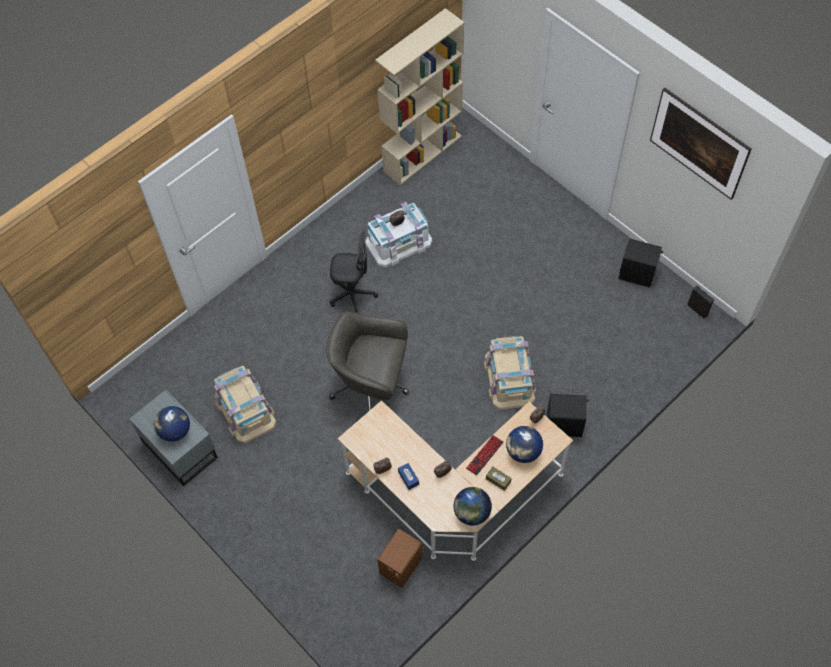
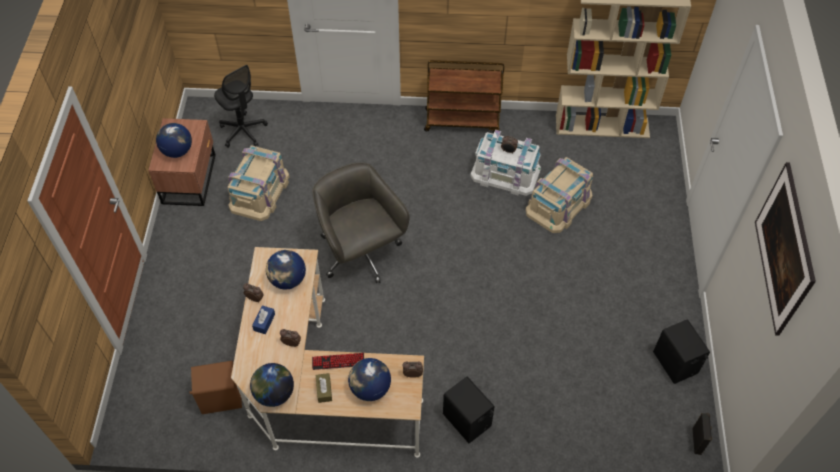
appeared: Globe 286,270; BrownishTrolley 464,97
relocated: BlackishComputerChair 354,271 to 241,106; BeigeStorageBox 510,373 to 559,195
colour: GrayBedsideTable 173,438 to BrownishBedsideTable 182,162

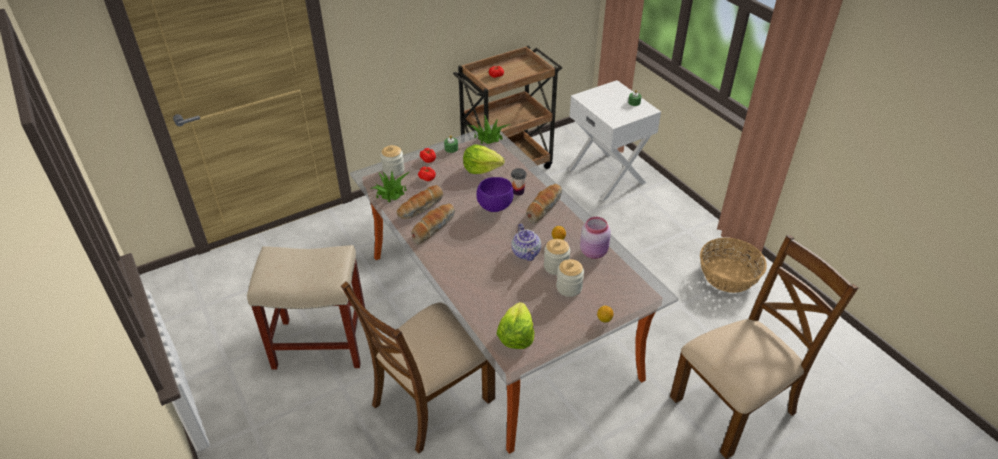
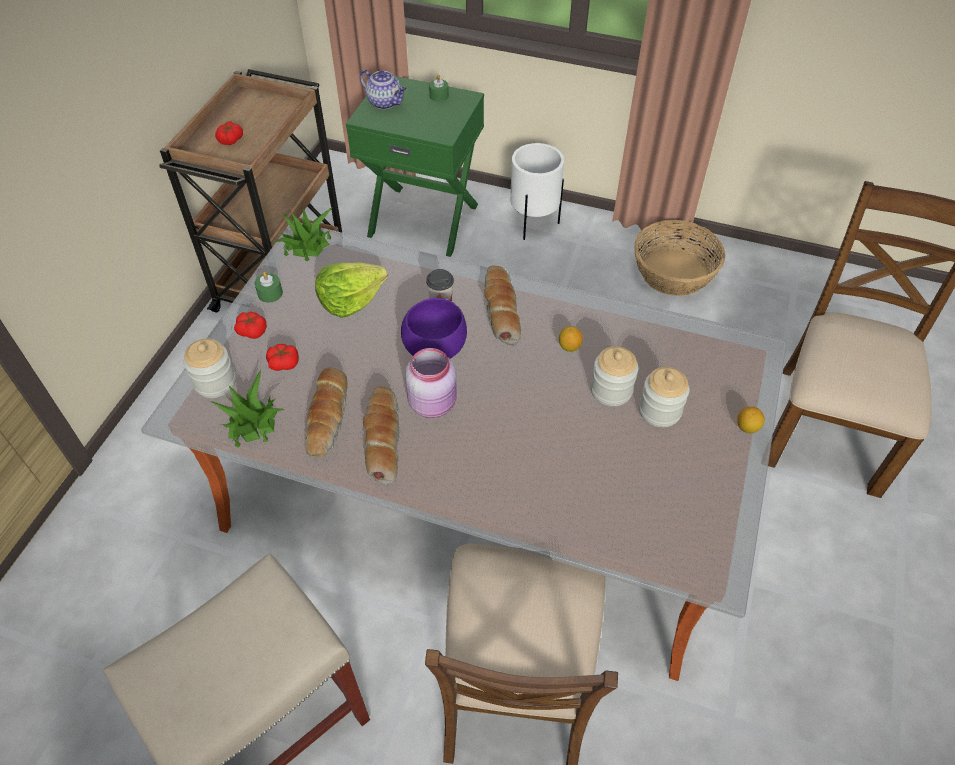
missing: Lettuce 515,325
appeared: WhiteColouredPlanter 537,191
relocated: PotForTea 526,242 to 383,89; PinkColouredStorageJar 595,238 to 431,383
colour: WhiteColouredBedsideTable 614,140 to GreenBedsideTable 415,166

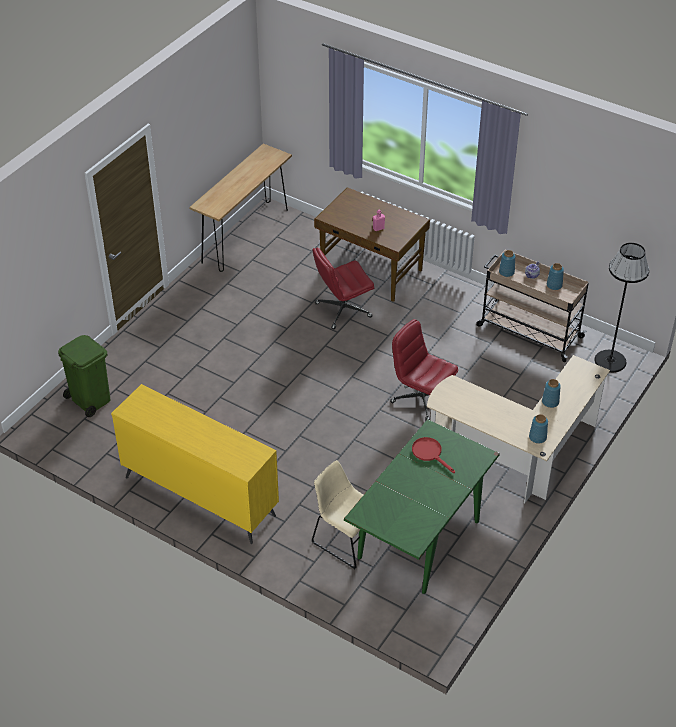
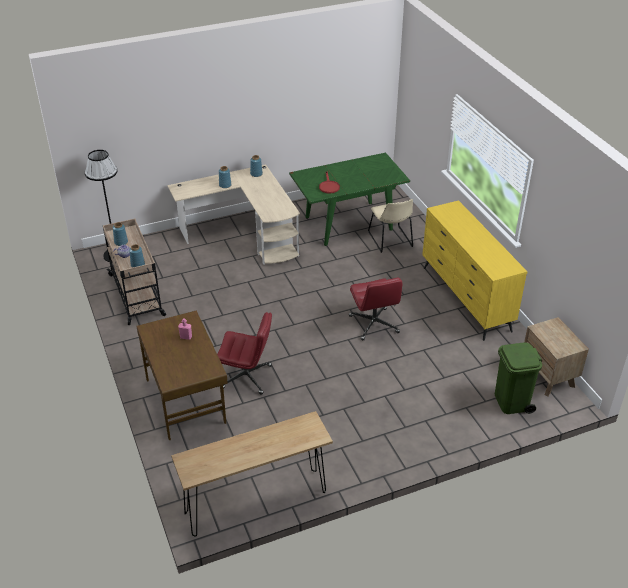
appeared: BrownishBedsideTable 556,356
relocated: RedColouredComputerChair 424,370 to 376,308

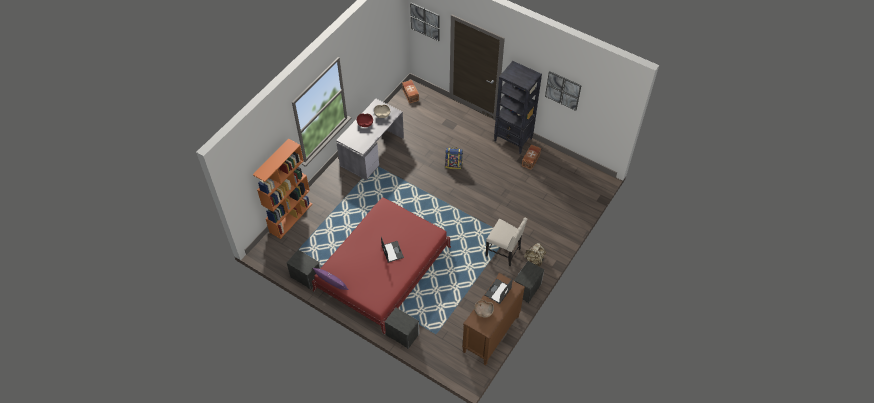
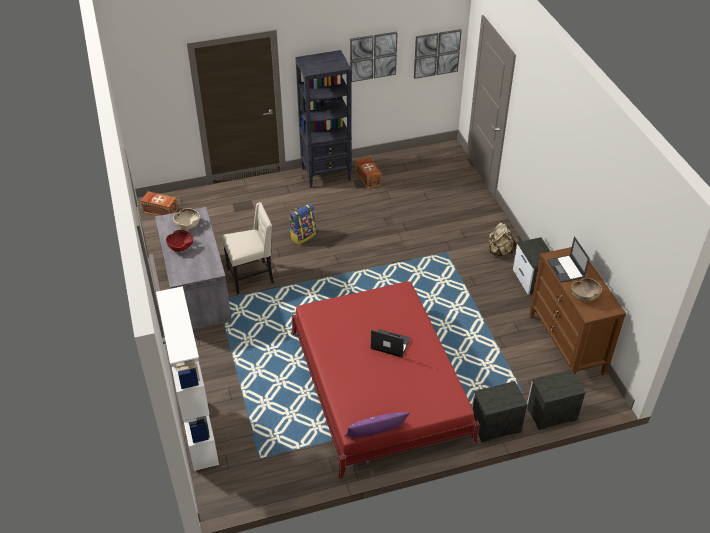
relocated: BeigeChair 506,242 to 248,248; Picture 425,21 to 438,54; BedsideTable 303,269 to 556,399
colour: OrangeColouredBookshelf 282,188 to WhiteColouredBookshelf 187,378

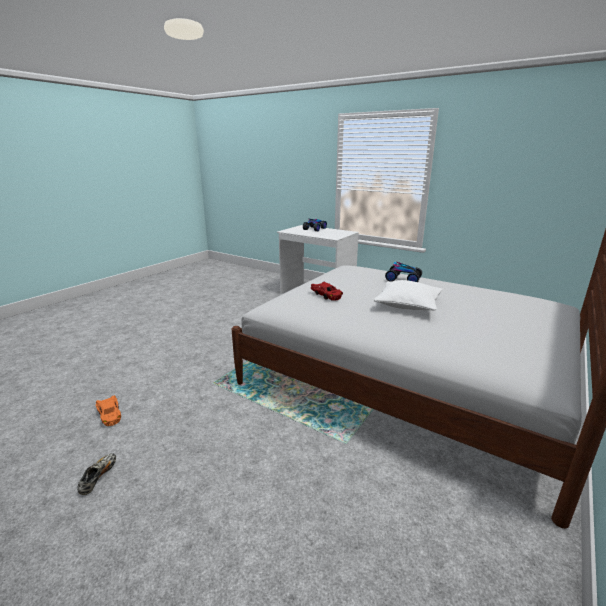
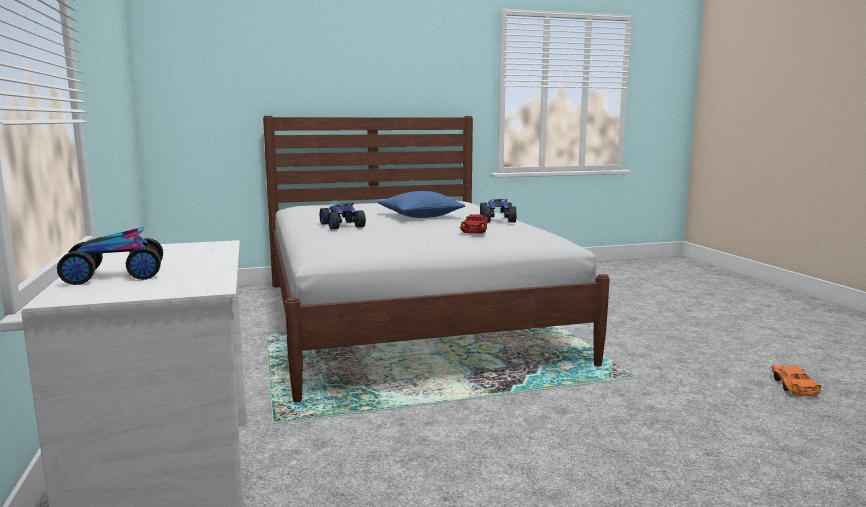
missing: ItemOfFootwear 96,474
appeared: MiniatureCar 498,211
colour: WhiteColouredPillow 408,295 to BluePillow 421,204

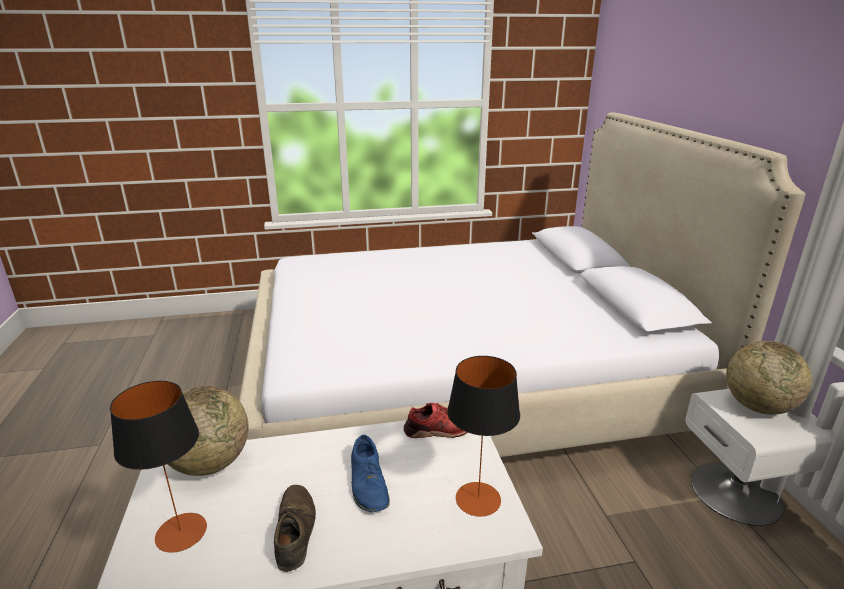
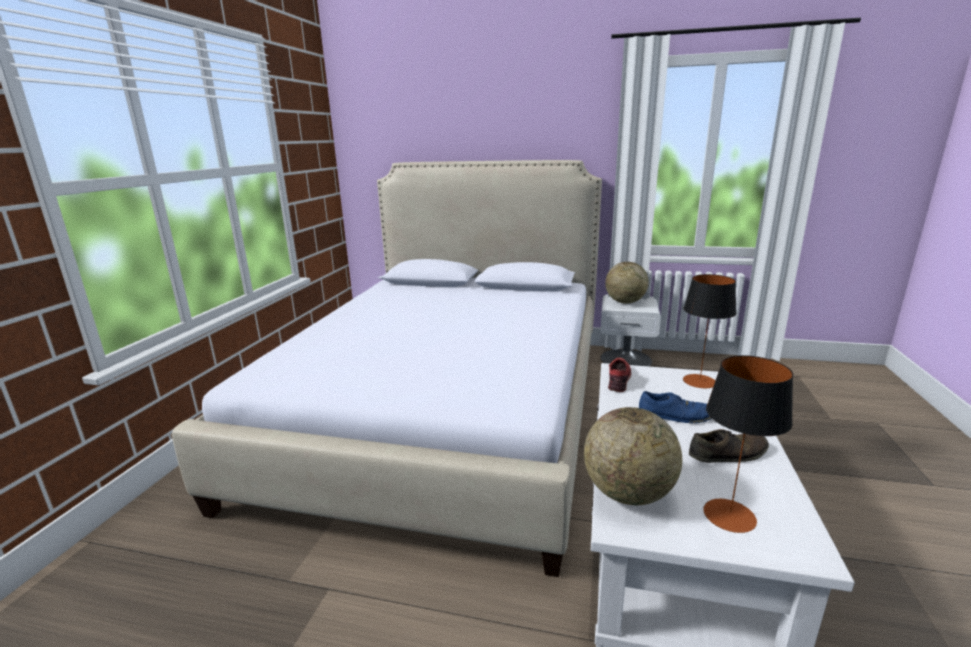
spun: BrownishItemOfFootwear 295,528 = 729,446 150 degrees clockwise

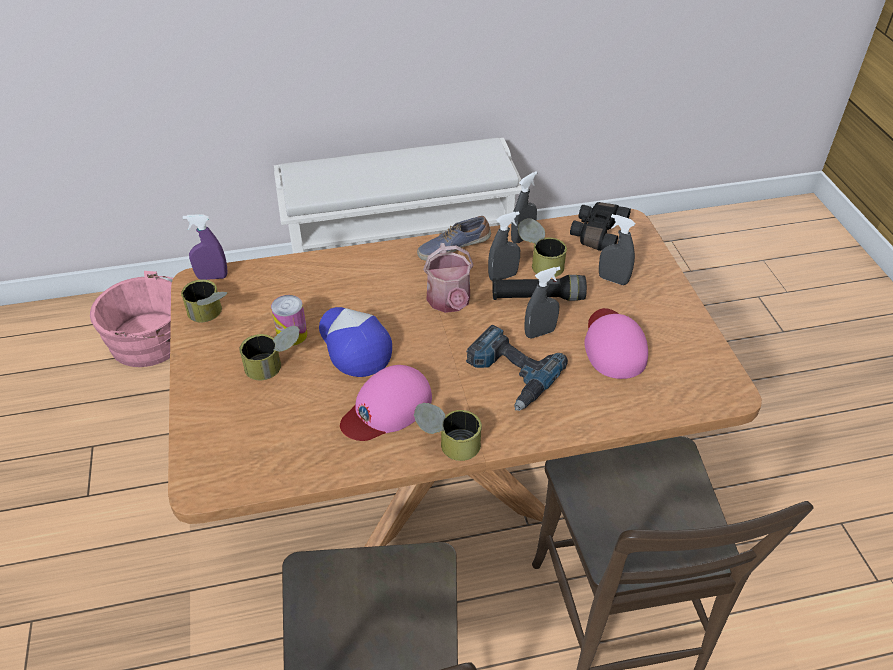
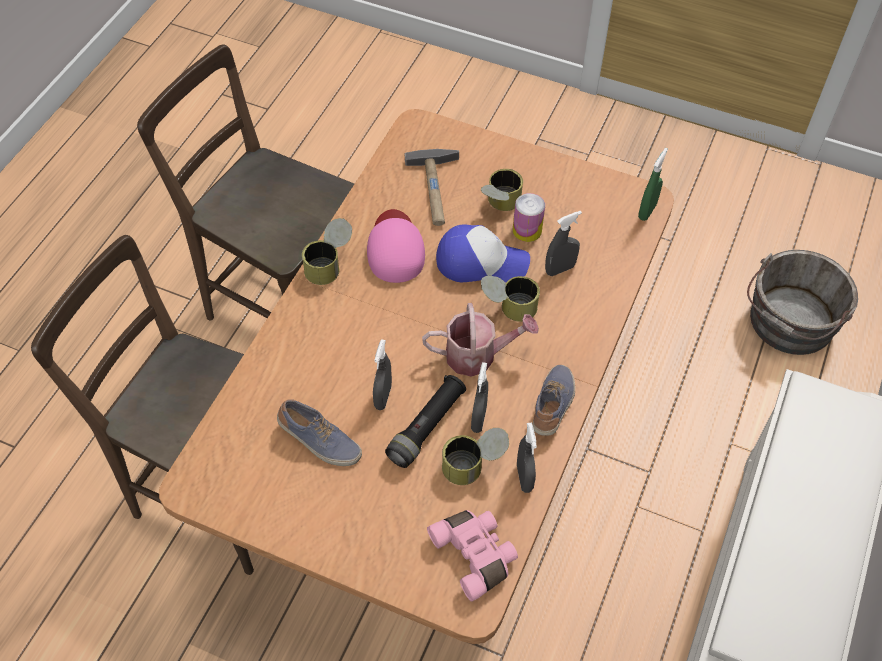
missing: Drill 517,368
appeared: Hammer 432,187
relocated: SealedCan 204,300 to 510,298; GraySprayBottle 617,249 to 563,243
exchanged: PinkColouredCap 616,343 to ItemOfFootwear 319,432
colour: BlackishFieldGlasses 600,226 to PinkColouredFieldGlasses 472,556; PurpleColouredSprayBottle 205,247 to GreenSprayBottle 653,184; PinkColouredPail 131,319 to GrayPail 802,302
spun: SprinklingCan 448,278 = 480,340 150 degrees clockwise

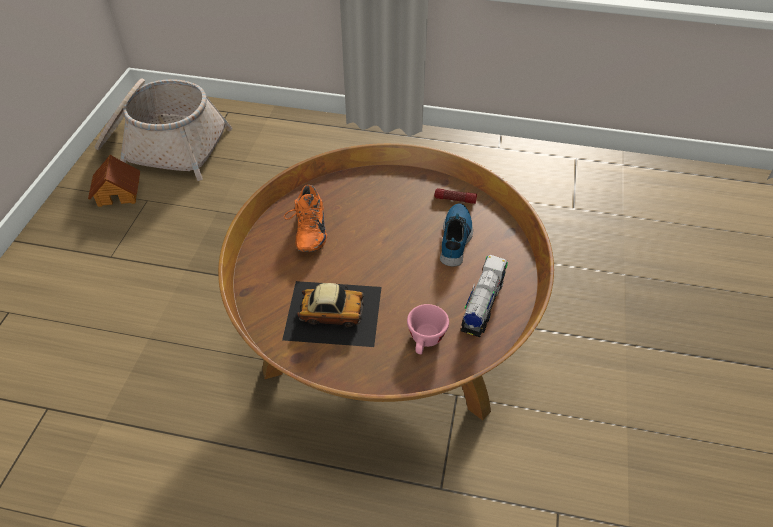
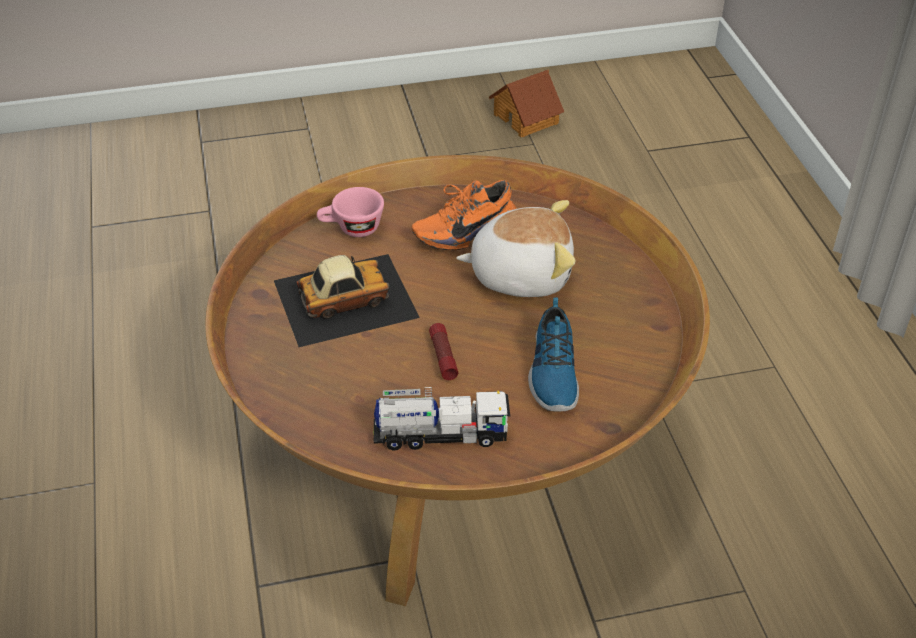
missing: Basket 163,129
appeared: SoftToy 515,248
relocated: PinkColouredCup 428,329 to 350,212; Torch 455,196 to 443,351
spun: MiniatureCar 332,314 = 347,300 90 degrees counterclockwise; ItemOfFootwear 456,235 = 553,354 105 degrees clockwise

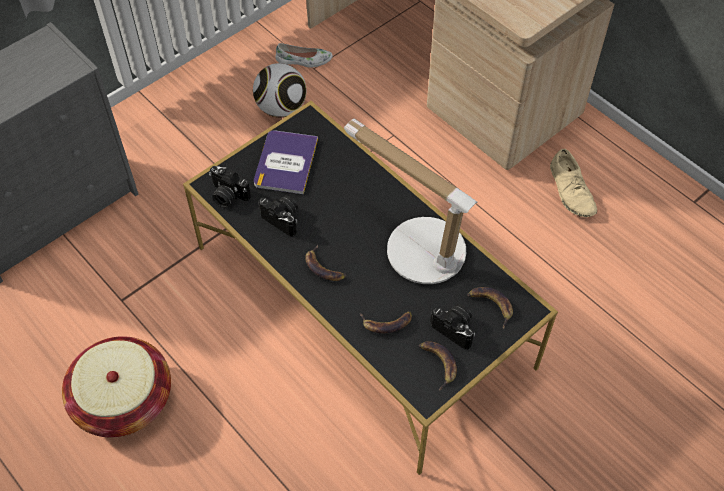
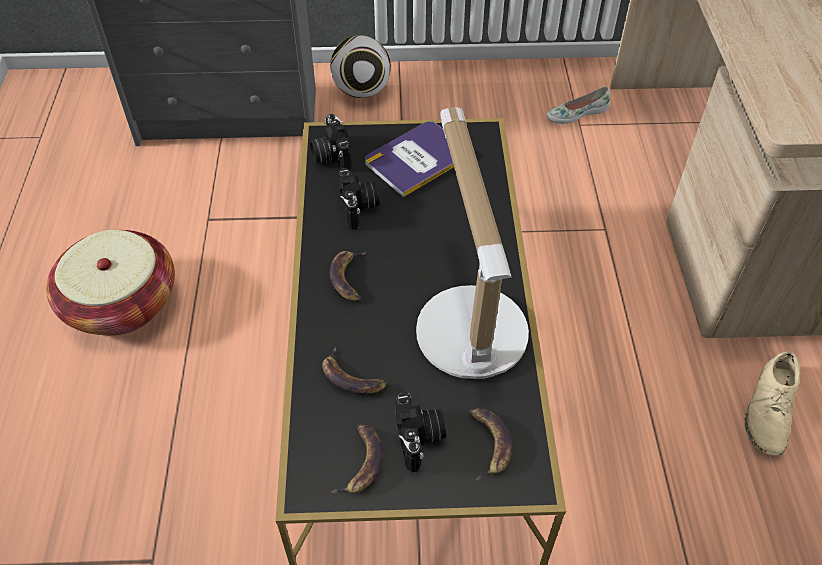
relocated: FootballBall 279,90 to 360,67
spun: WhiteColouredItemOfFootwear 304,55 = 578,105 120 degrees clockwise

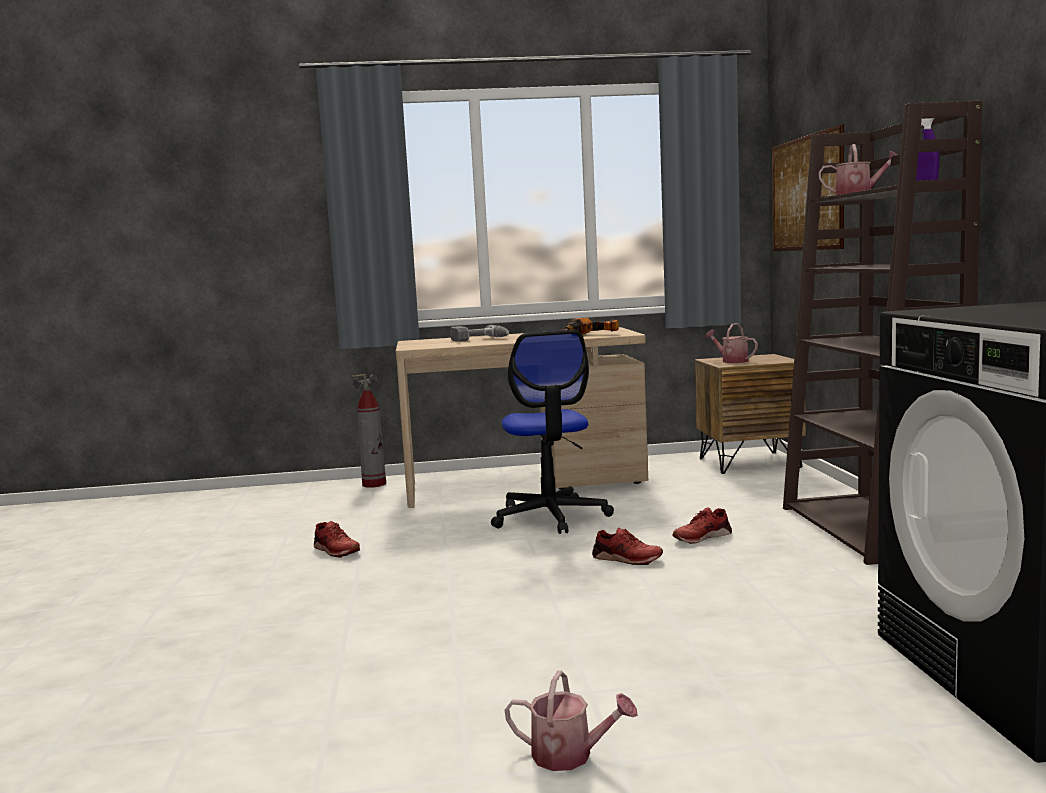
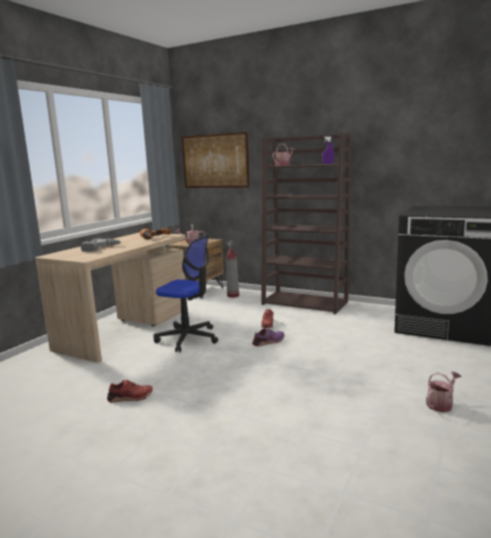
relocated: FireExtinguisher 369,431 to 232,269
colour: RedColouredItemOfFootwear 627,546 to PurpleColouredItemOfFootwear 268,337

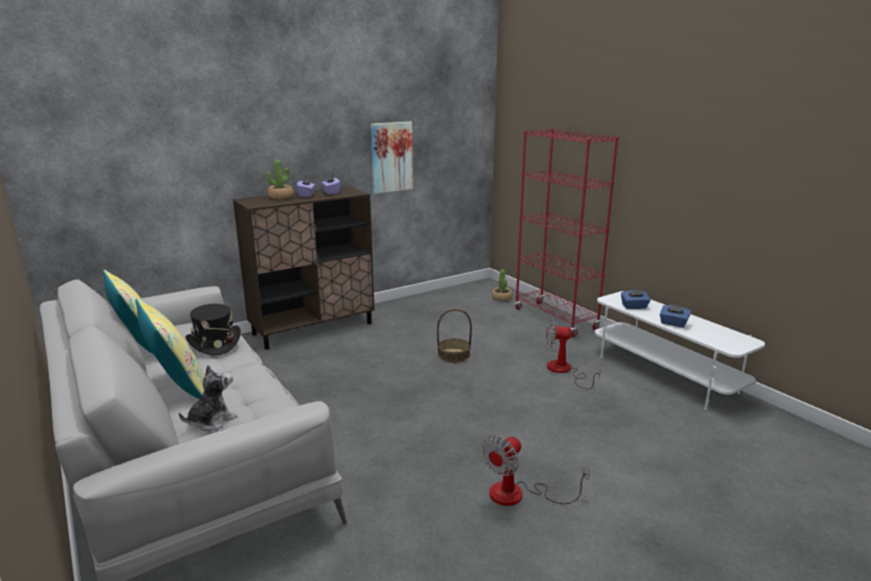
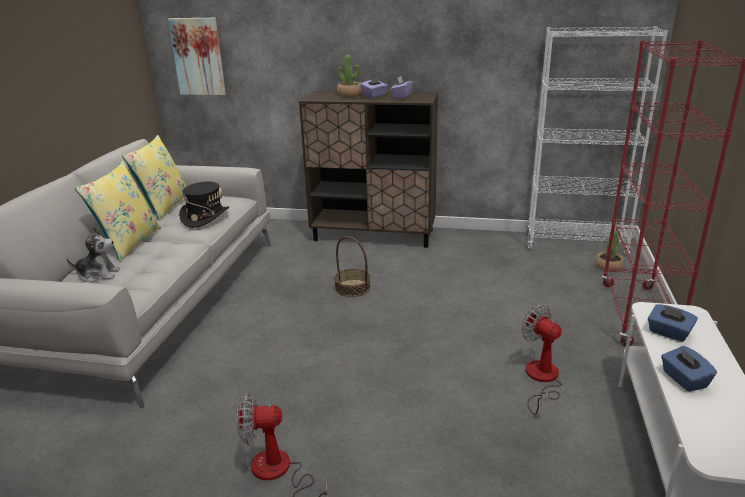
appeared: WhiteColouredBookshelf 597,140
relocated: Picture 392,158 to 197,56; Basket 454,336 to 352,267

